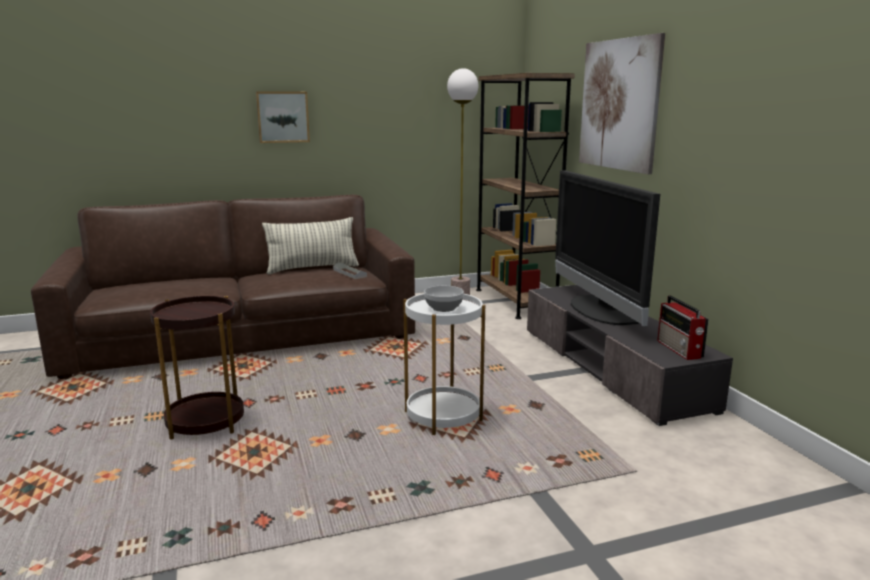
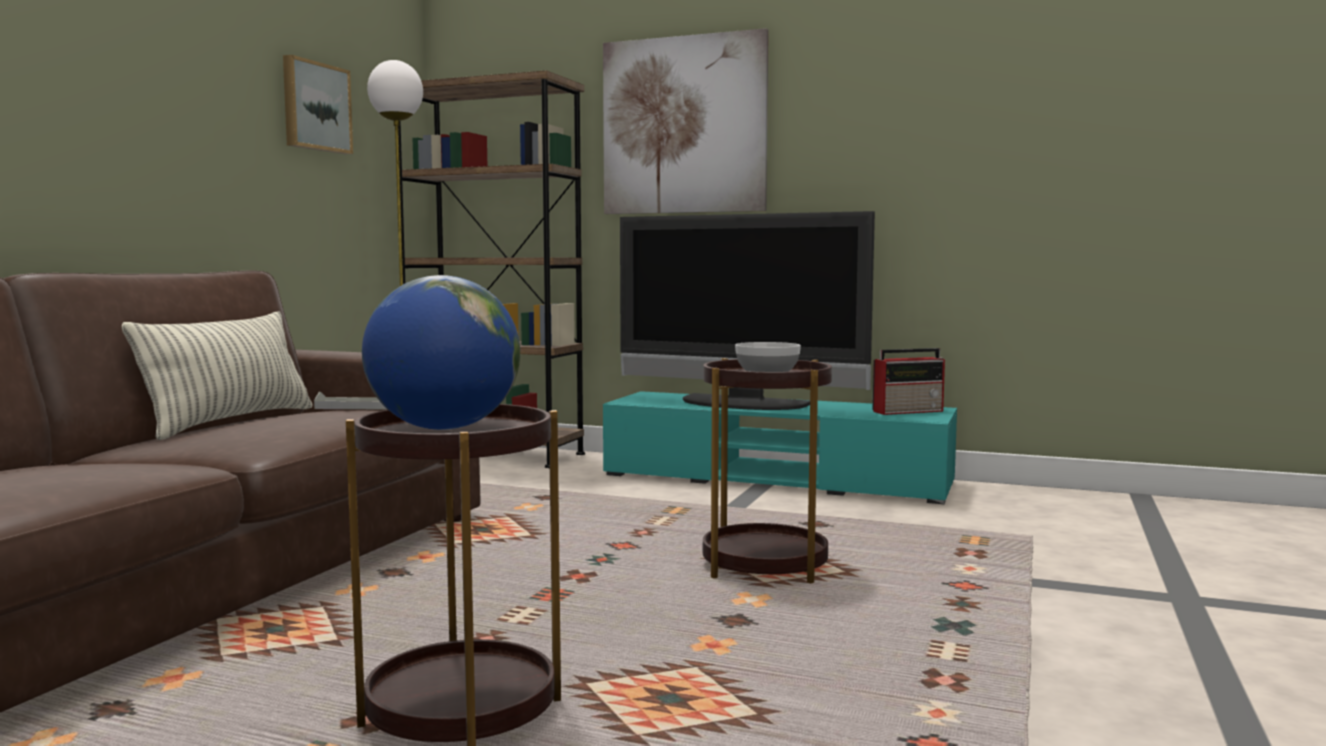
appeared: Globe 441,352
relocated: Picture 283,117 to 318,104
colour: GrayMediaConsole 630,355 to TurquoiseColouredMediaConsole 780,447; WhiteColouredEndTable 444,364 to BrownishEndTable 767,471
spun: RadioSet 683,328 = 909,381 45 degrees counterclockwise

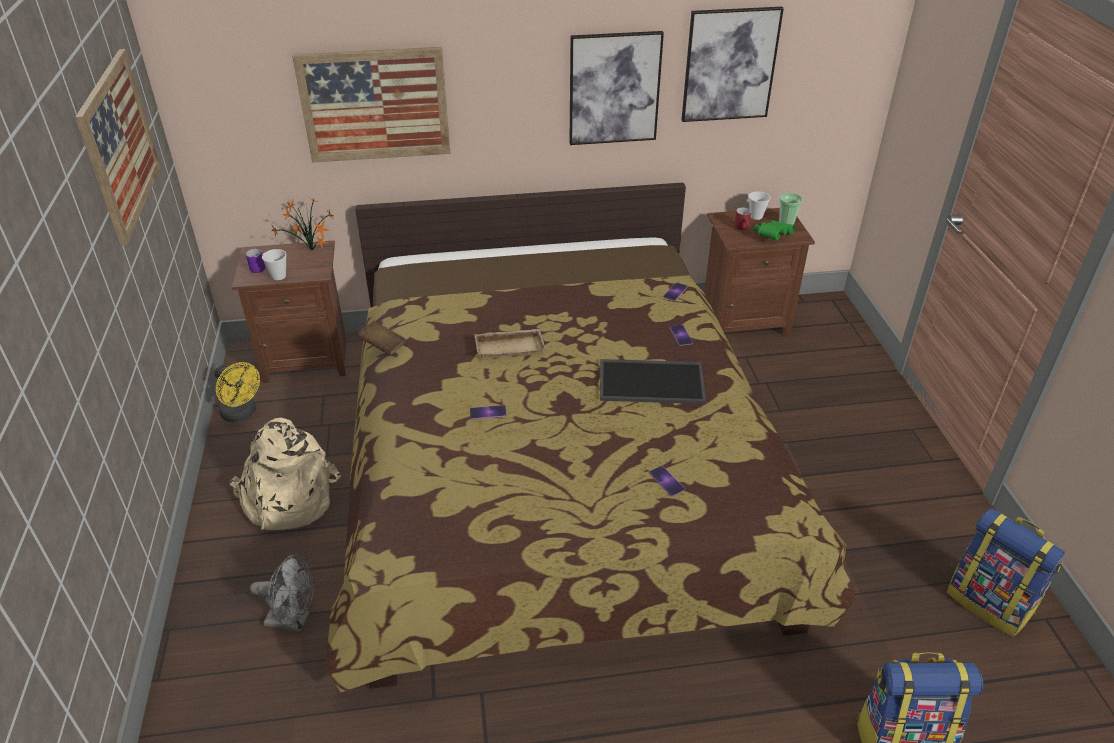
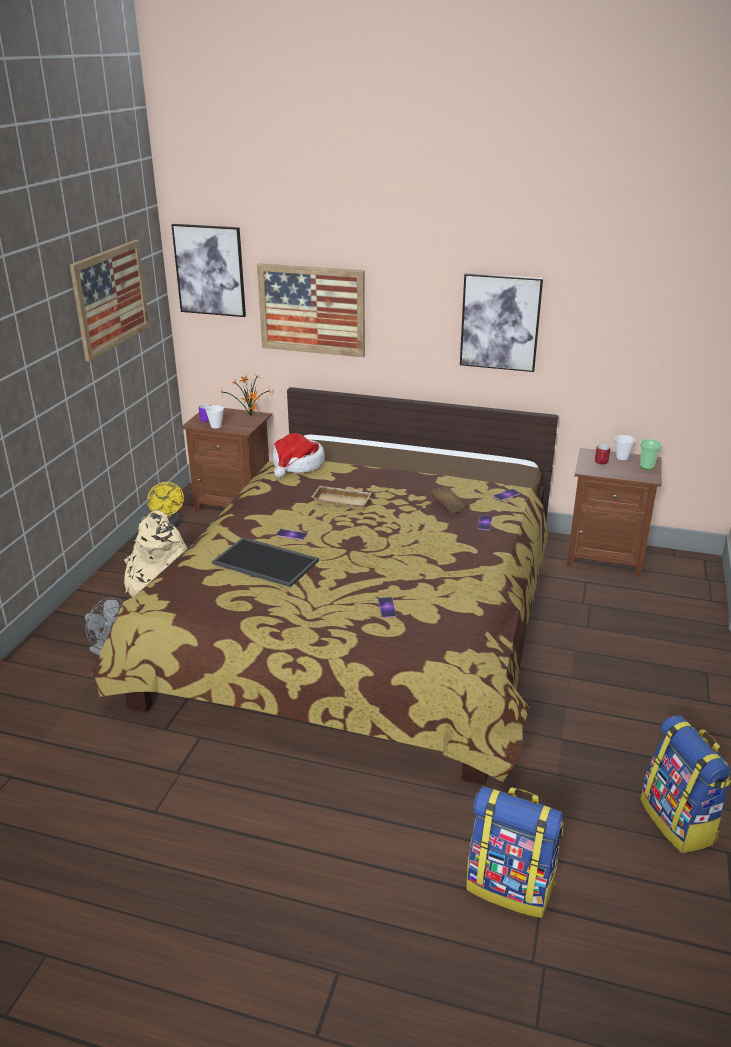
missing: GreenFieldGlasses 774,230
appeared: WearableHat 298,455
relocated: Picture 733,64 to 208,270; ServingTray 653,381 to 265,562; BrownishBook 382,338 to 448,499

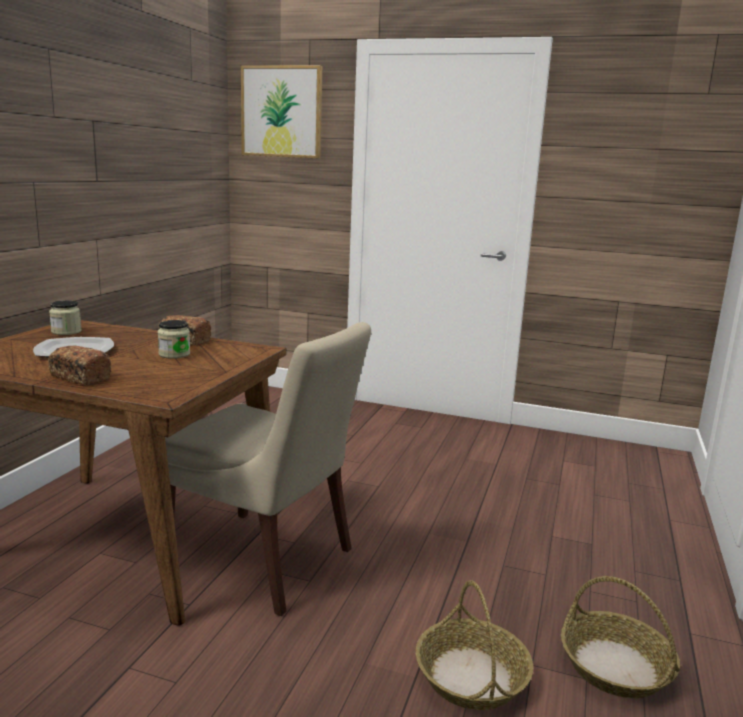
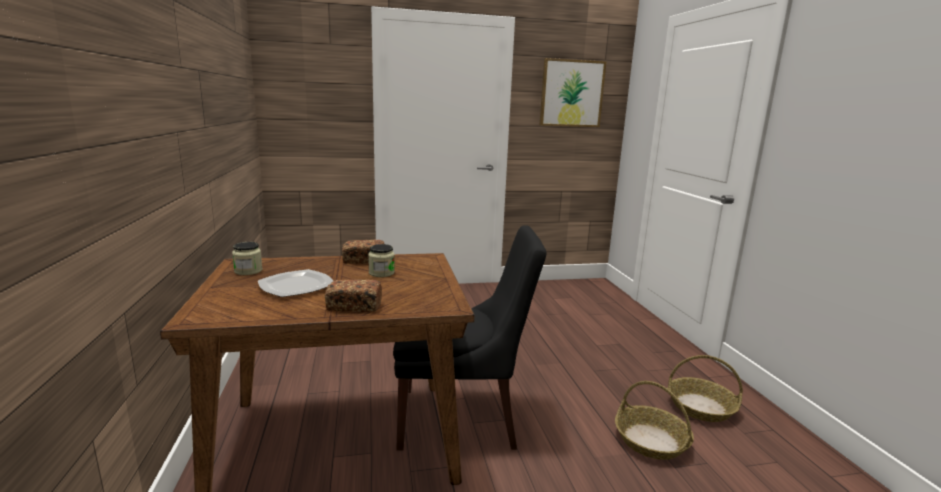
relocated: Picture 281,112 to 573,92
colour: BeigeChair 268,469 to BlackishChair 470,338

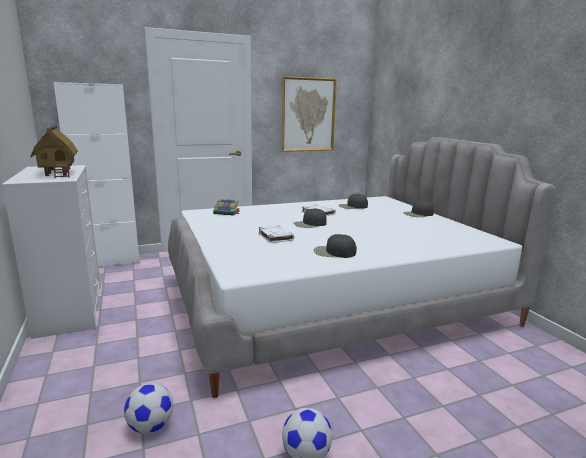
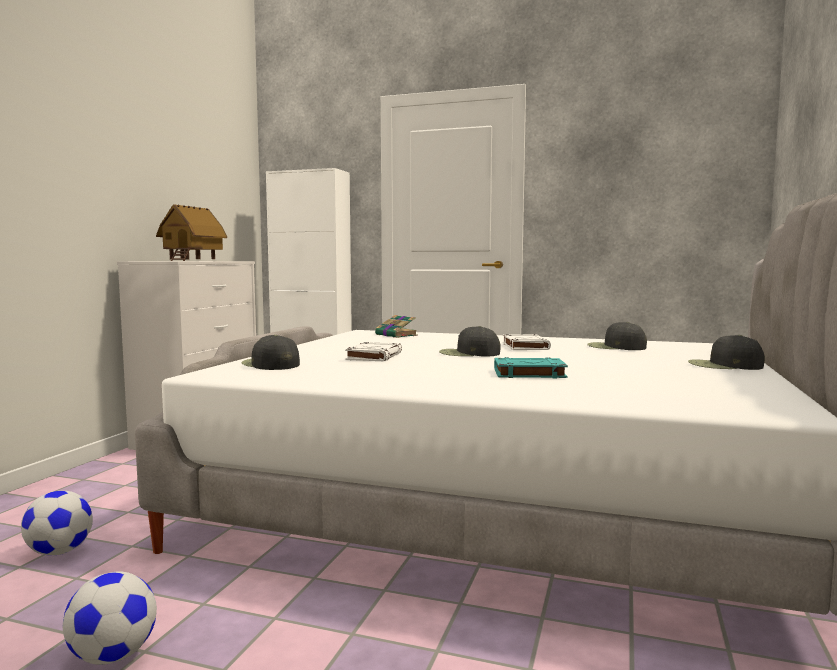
missing: Picture 309,114
appeared: TurquoiseColouredBook 531,367
relocated: BlackishCap 335,246 to 270,352

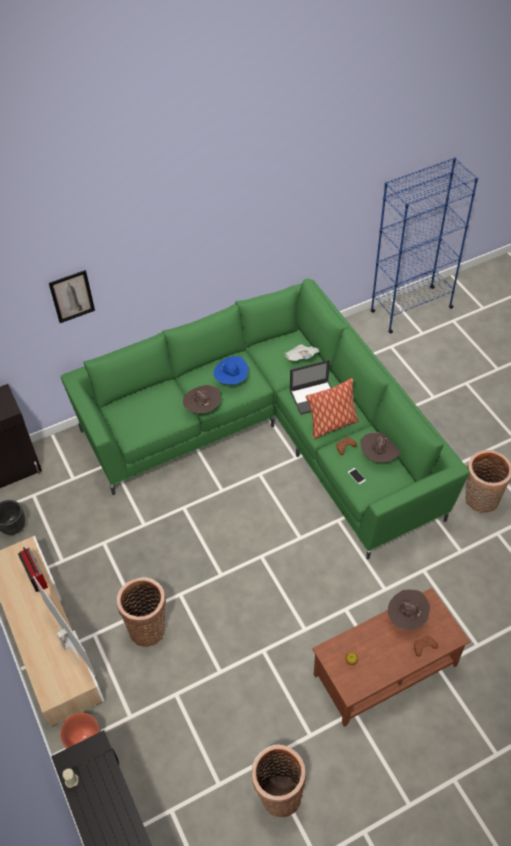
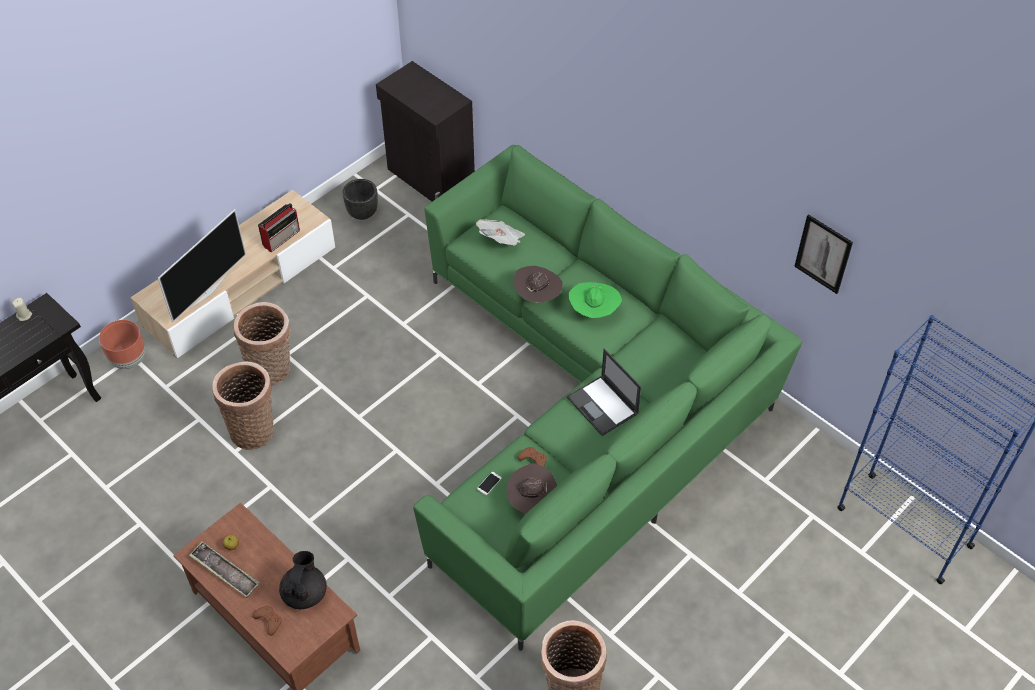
missing: Pillow 332,408
appeared: ServingTray 224,569
relocated: Basket 279,780 to 243,405; Newspaper 302,352 to 500,232; Picture 72,296 to 823,254
exchanged: BrownishWearableHat 408,609 to BlackishPotForTea 303,580
colour: BlueWearableHat 231,370 to GreenWearableHat 595,300

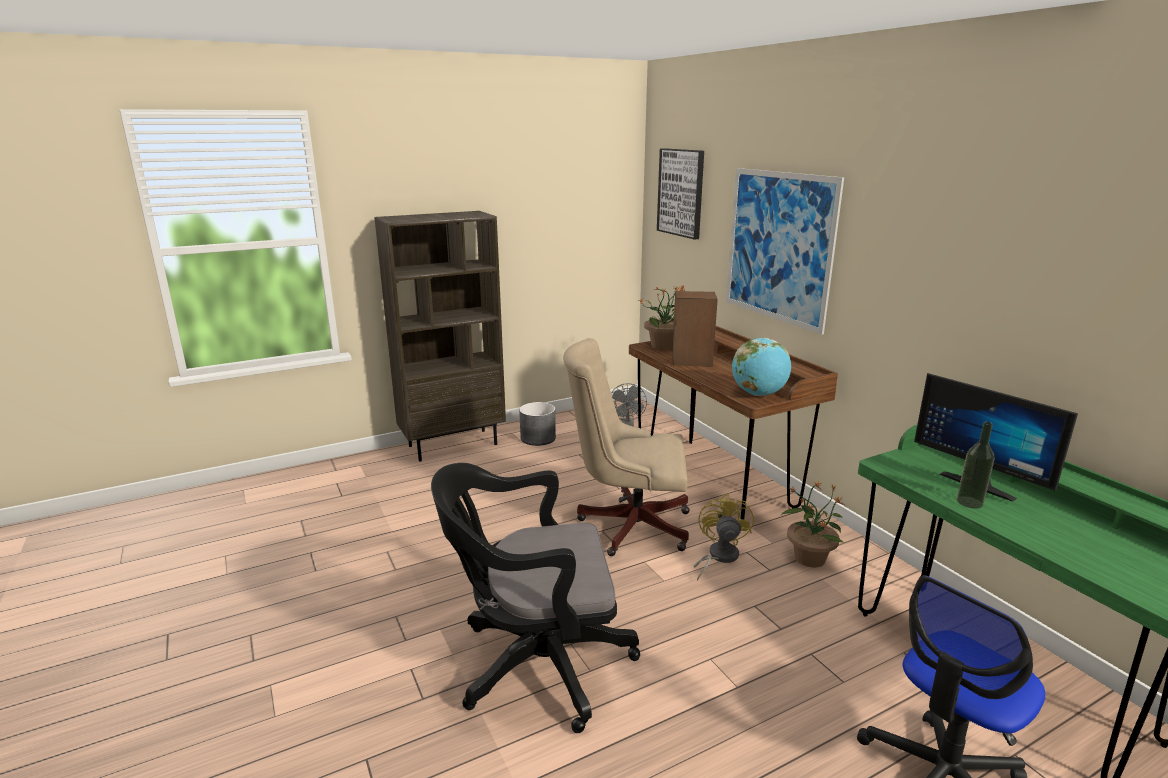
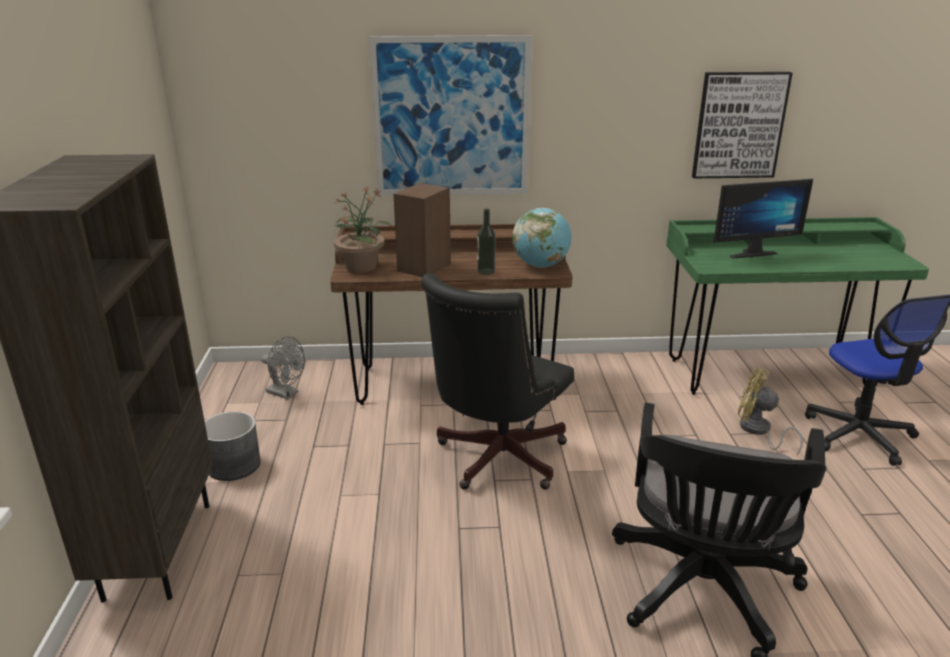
missing: PottedPlant 813,523
relocated: BeverageBottle 975,465 to 486,242; Picture 680,194 to 742,125; YellowColouredCoolingFan 724,537 to 770,411
colour: BeigeComputerChair 626,447 to BlackishComputerChair 497,381

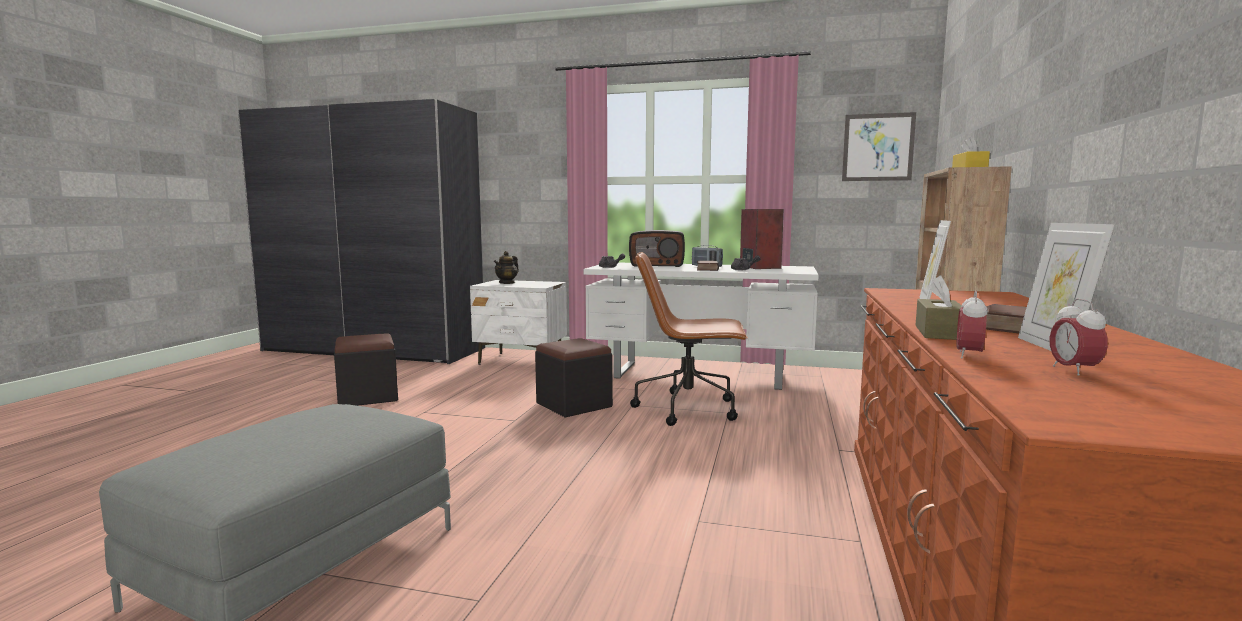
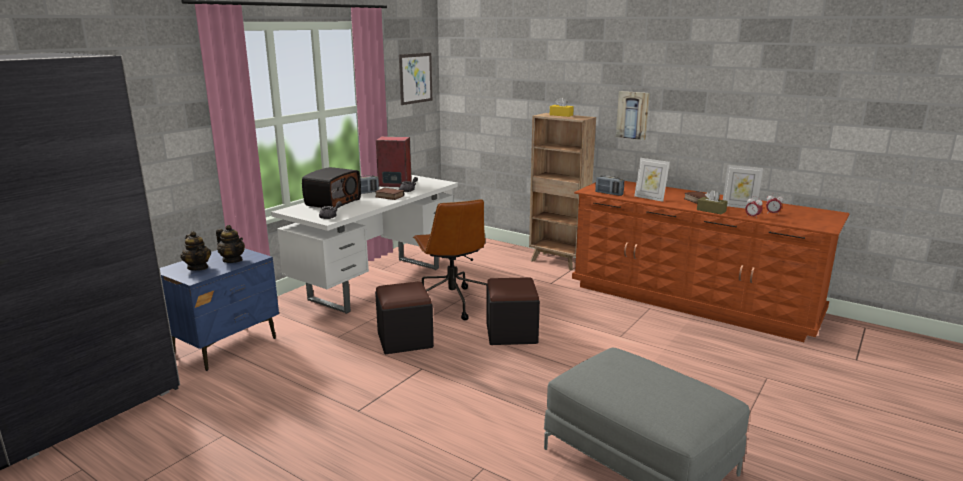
appeared: PotForTea 230,244; RadioSet 609,185; Picture 633,115
relocated: BlackishOttoman 366,369 to 513,311
colour: WhiteColouredBedsideTable 518,322 to BlueBedsideTable 219,310
spun: BrownishComputerChair 689,339 = 450,259 45 degrees counterclockwise

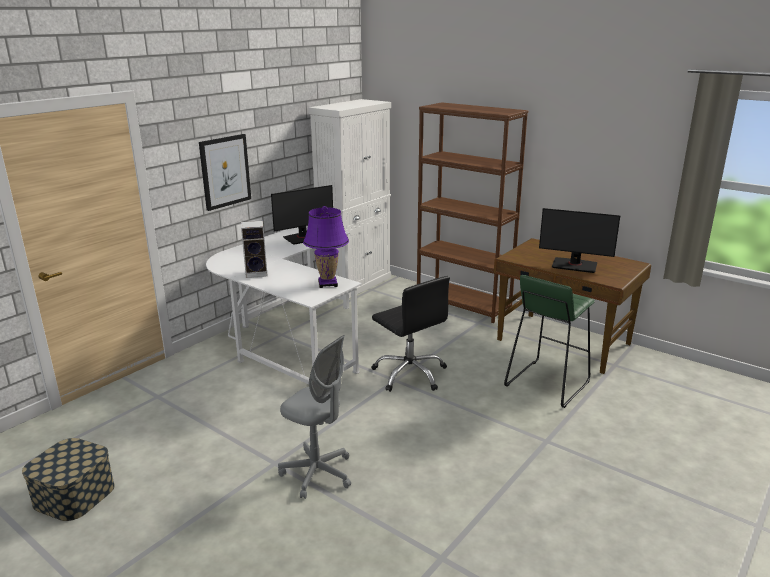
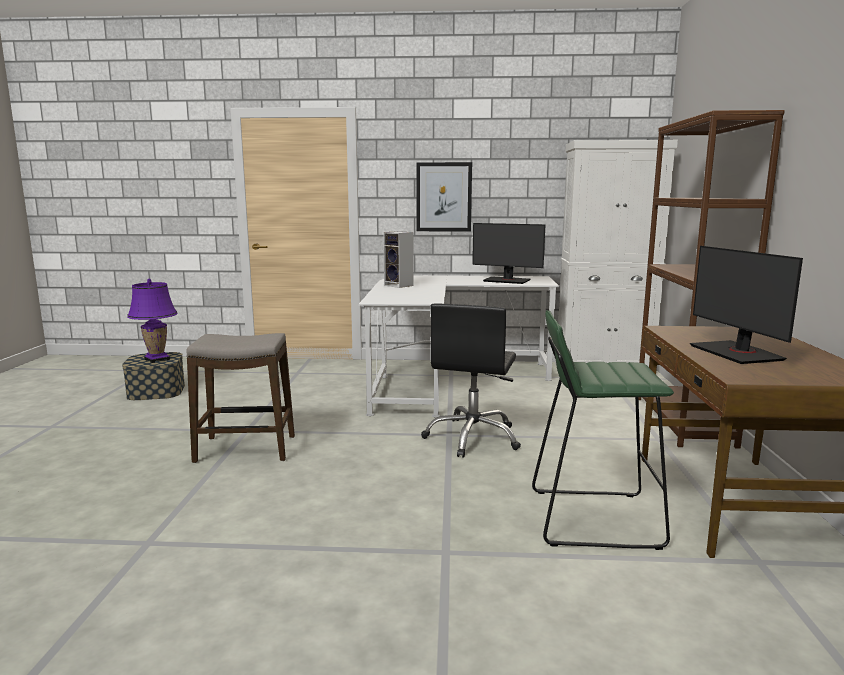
relocated: PurpleColouredLampForATable 326,247 to 152,321
exchanged: GrayComputerChair 314,417 to Stool 240,398

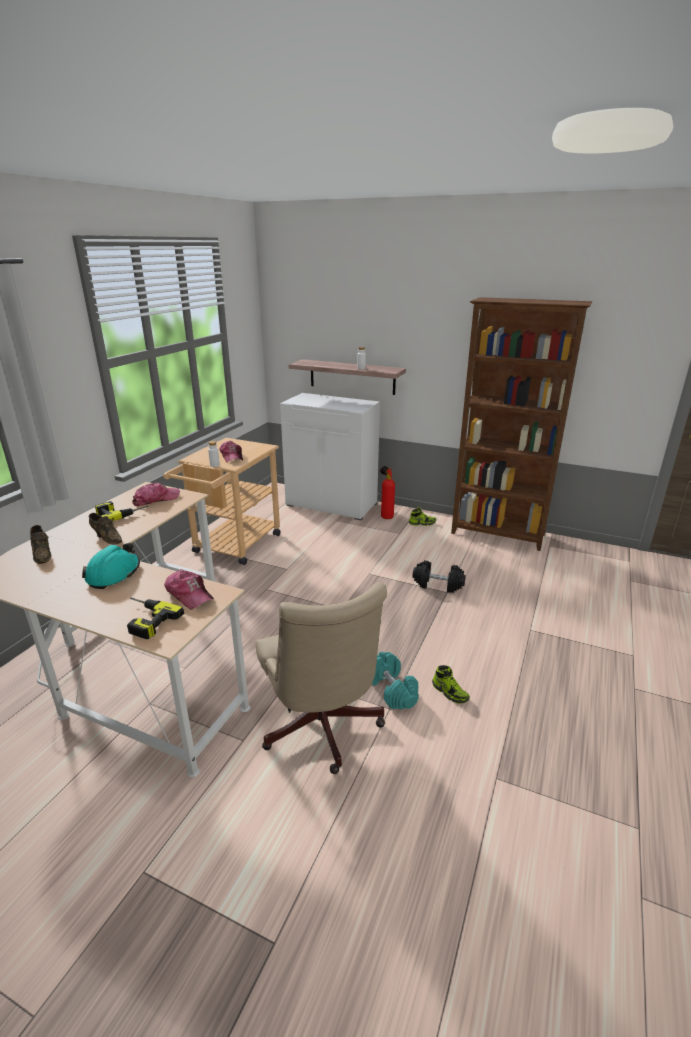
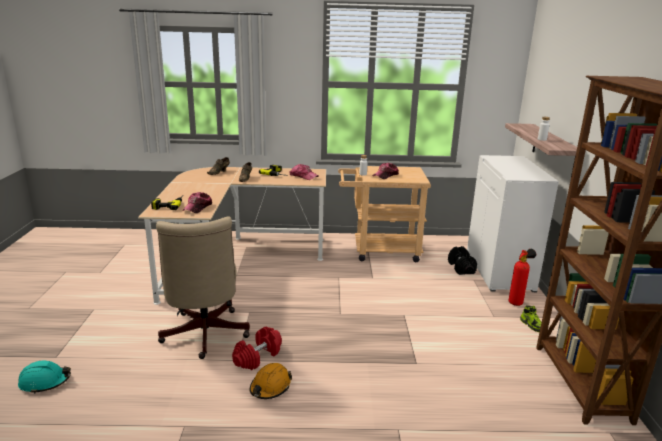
relocated: TurquoiseColouredSafetyHelmet 111,566 to 44,377; BlackishHandWeight 439,576 to 462,260
exchanged: ItemOfFootwear 451,684 to OrangeColouredSafetyHelmet 271,381
colour: TurquoiseColouredHandWeight 395,681 to RedColouredHandWeight 257,348
spun: BeigeComputerChair 321,678 = 203,288 60 degrees counterclockwise

